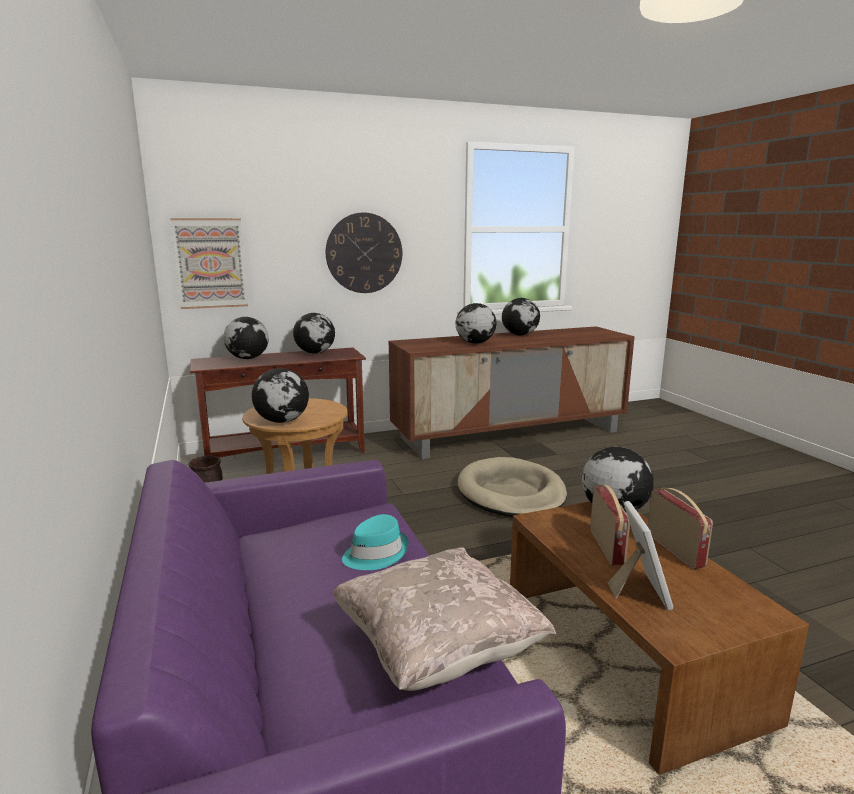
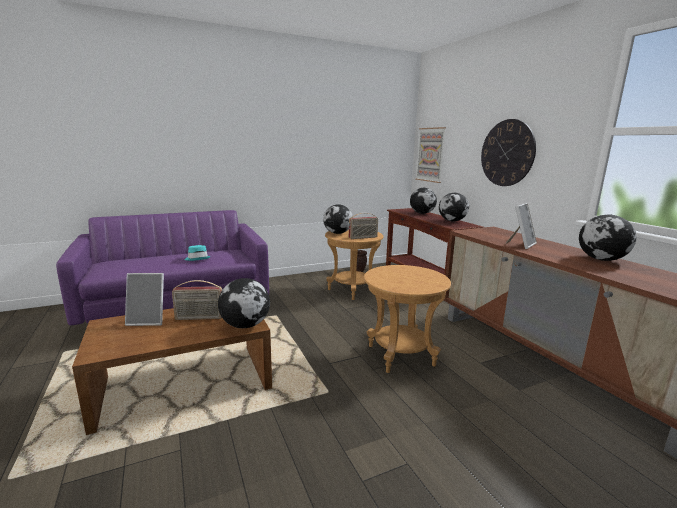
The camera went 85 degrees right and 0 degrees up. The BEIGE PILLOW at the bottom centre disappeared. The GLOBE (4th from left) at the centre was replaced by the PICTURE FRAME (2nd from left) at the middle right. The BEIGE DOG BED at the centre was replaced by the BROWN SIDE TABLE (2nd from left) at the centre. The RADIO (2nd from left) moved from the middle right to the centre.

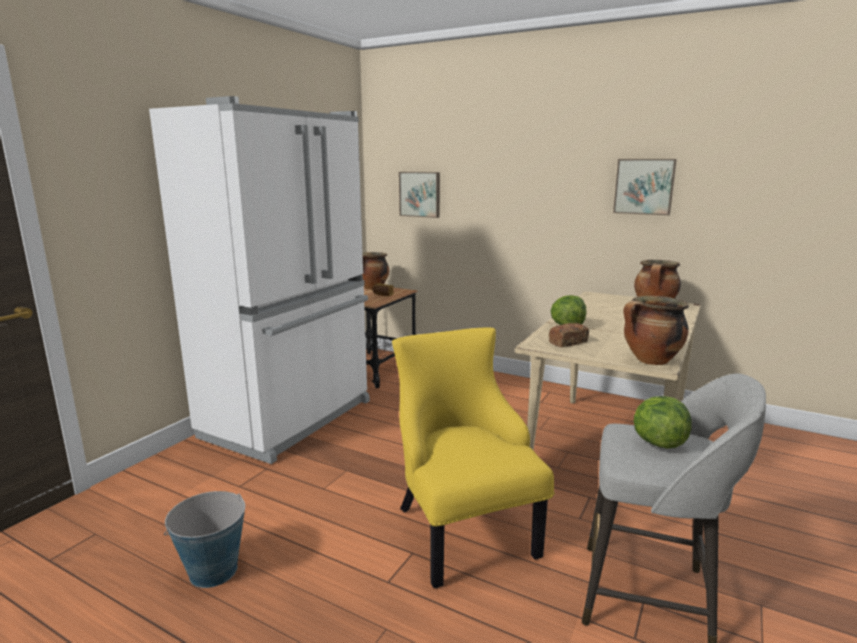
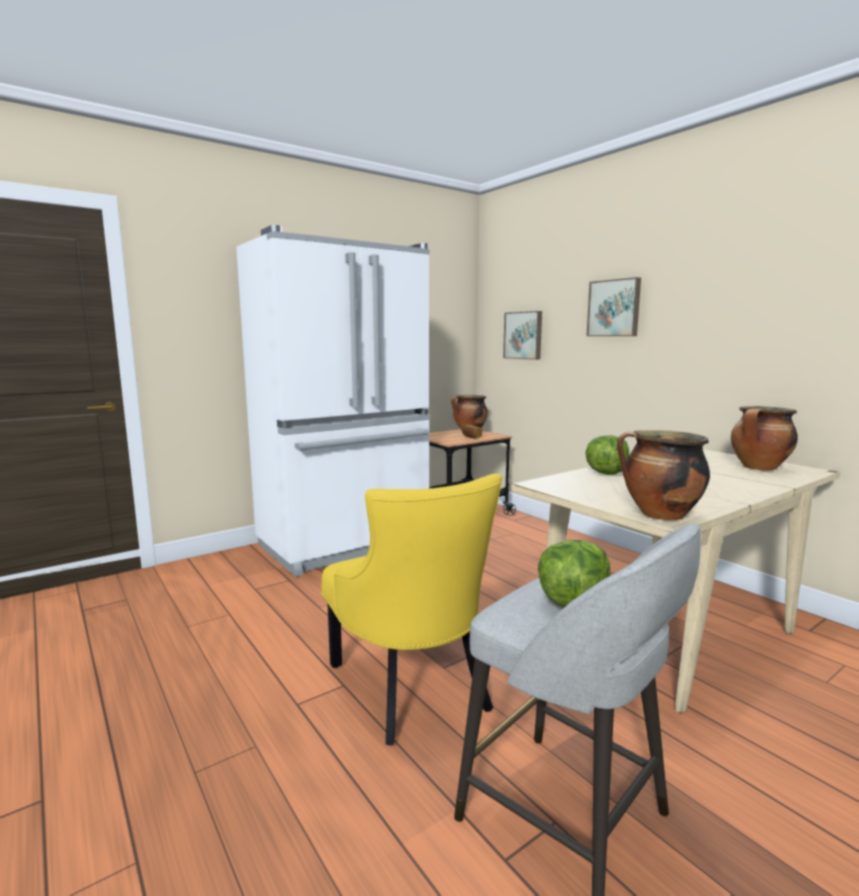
The camera went 25 degrees right and 5 degrees down. The BUCKET at the bottom left disappeared. The YELLOW CHAIR at the bottom centre turned 150 degrees clockwise. The BREAD (2nd from left) at the centre disappeared. The PICTURE (2nd from left) moved from the top right to the middle right.

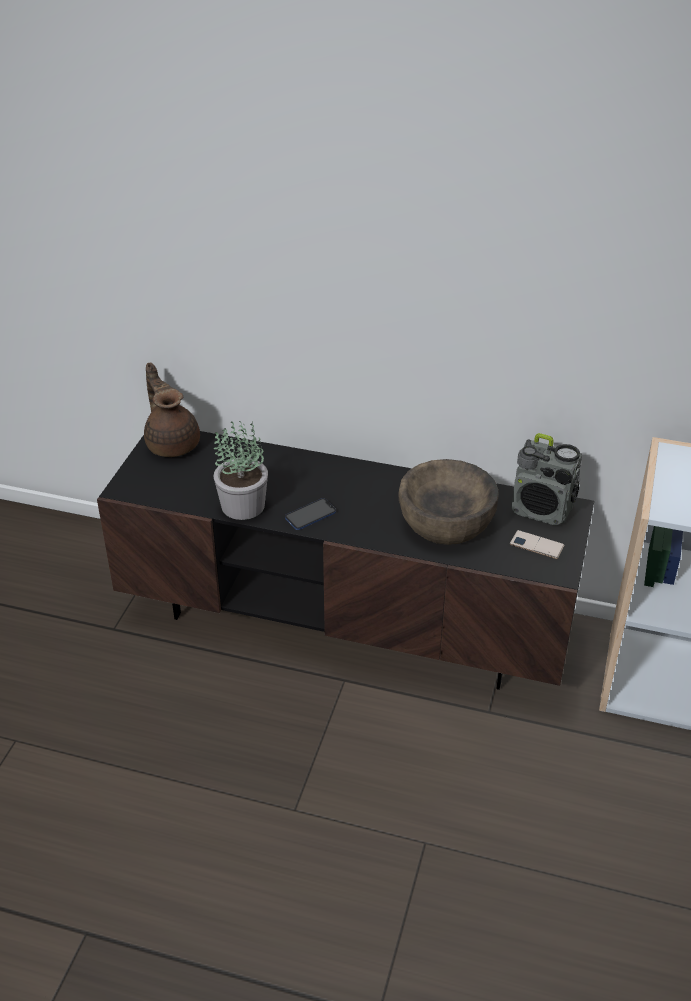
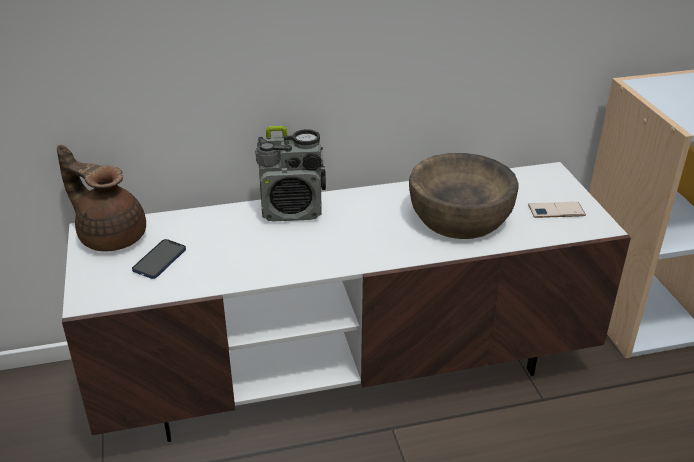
The camera went 30 degrees left and 5 degrees down. The BLACK TV STAND at the centre became the WHITE TV STAND at the centre. The POTTED PLANT at the centre disappeared. The PHONE (1st from left) moved from the centre to the middle left. The RADIO moved from the middle right to the centre.

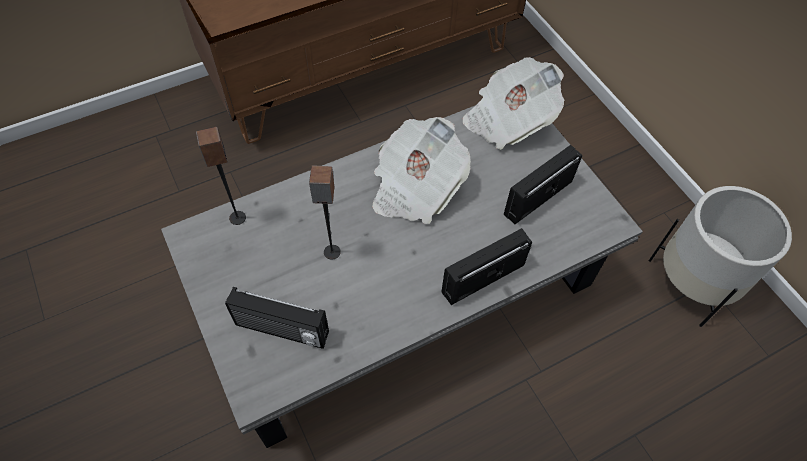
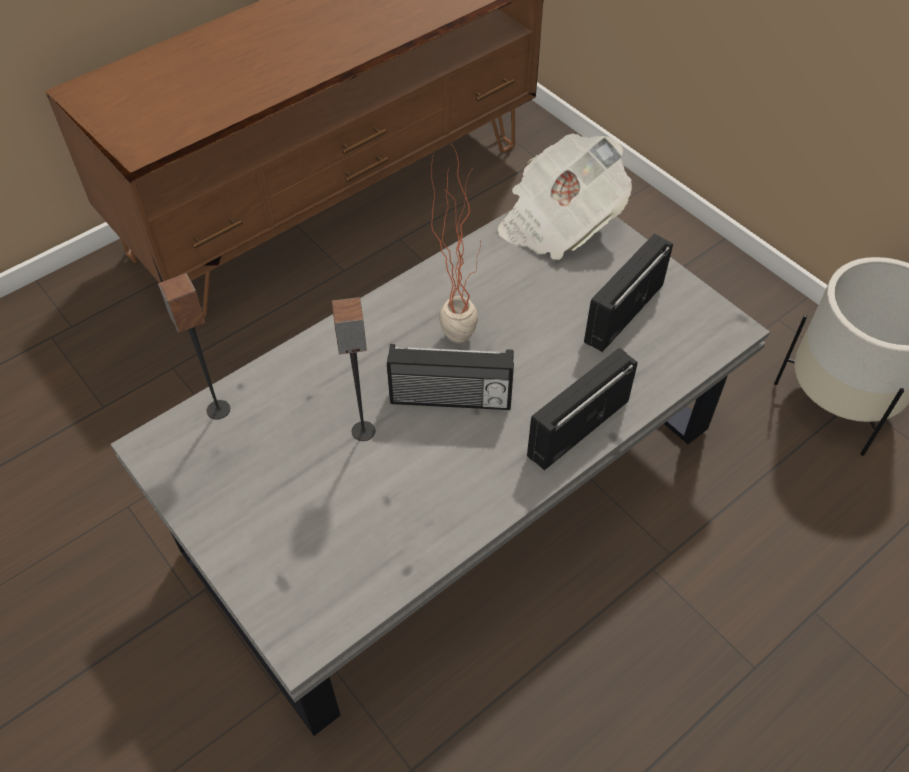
The camera went 10 degrees left and 5 degrees down. The RADIO (1st from left) moved from the bottom centre to the centre. The NEWSPAPER (1st from left) at the centre was replaced by the POTTED PLANT at the top centre.

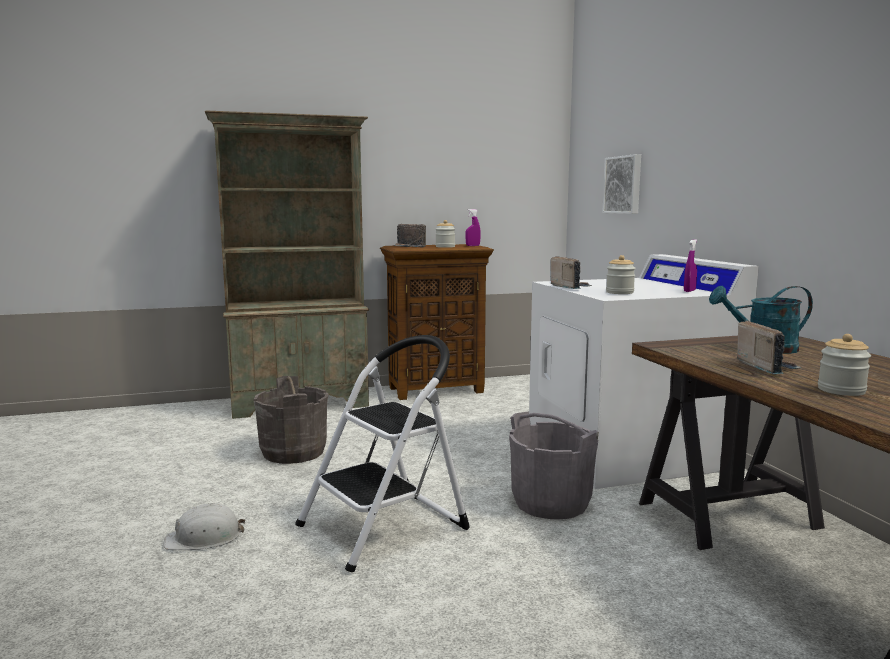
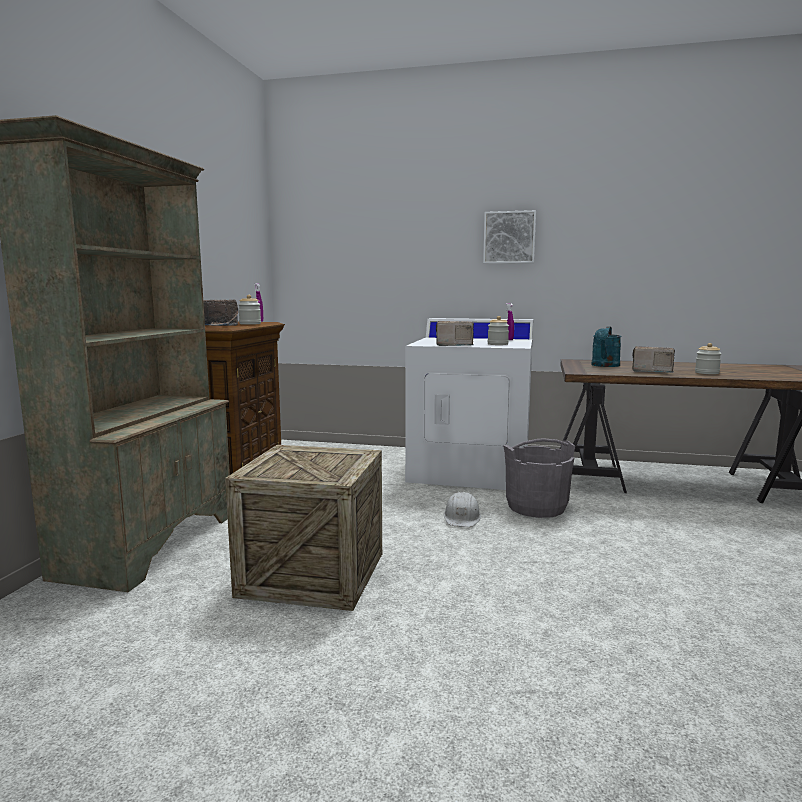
The camera went 60 degrees left and 0 degrees up. The WHITE HARD HAT moved from the bottom left to the centre. The GREY BUCKET (1st from left) at the middle left was replaced by the CRATE at the centre. The STEP LADDER at the bottom centre disappeared. The PICTURE moved from the top right to the top centre.

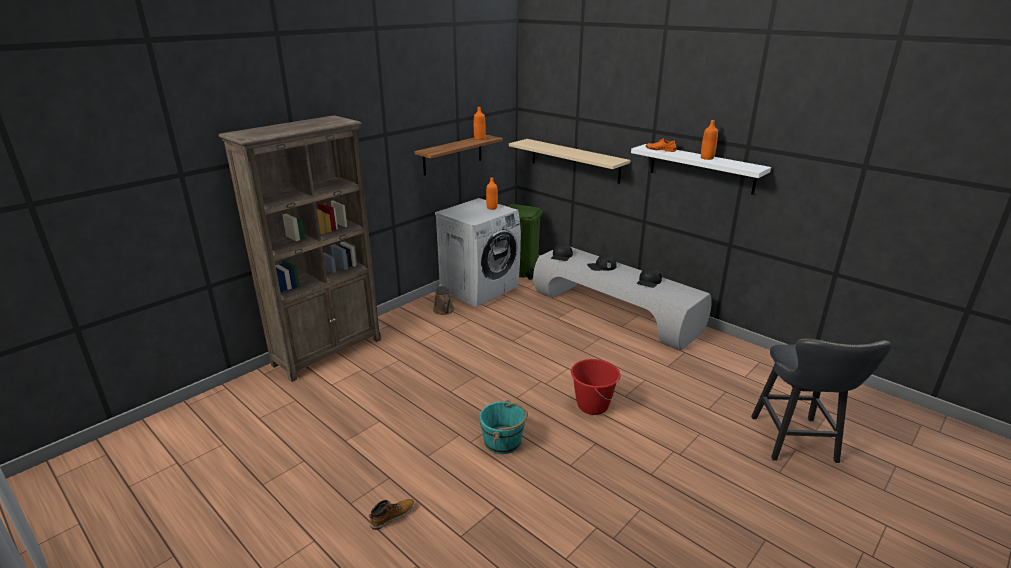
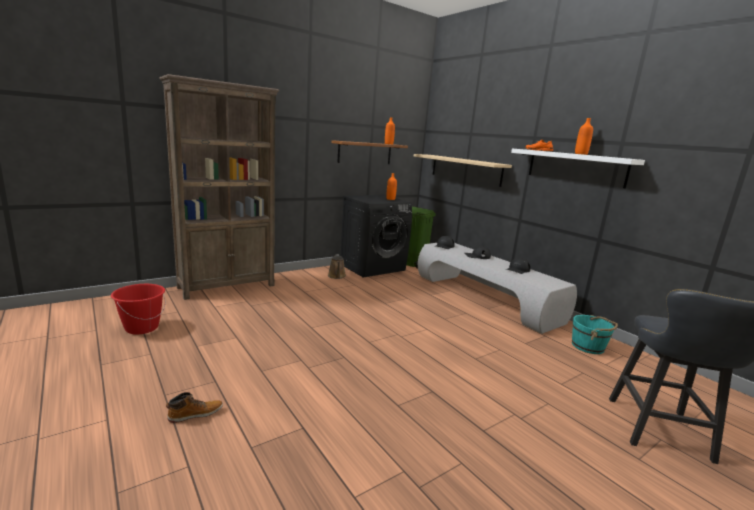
The camera went 10 degrees right and 10 degrees down. The WHITE WASHING MACHINE at the centre became the BLACK WASHING MACHINE at the centre. The TURQUOISE BUCKET moved from the bottom centre to the middle right. The RED BUCKET moved from the bottom centre to the middle left.

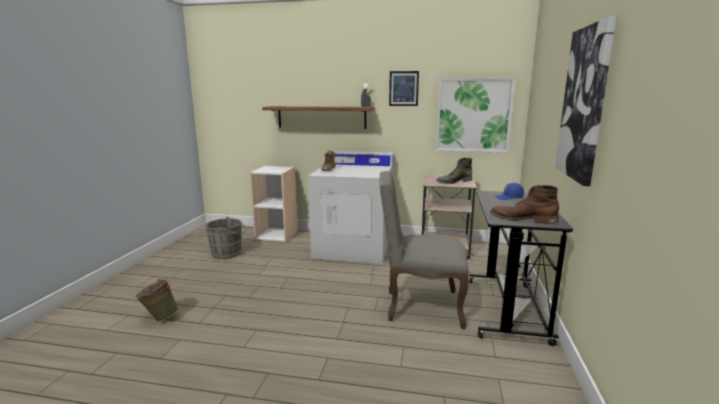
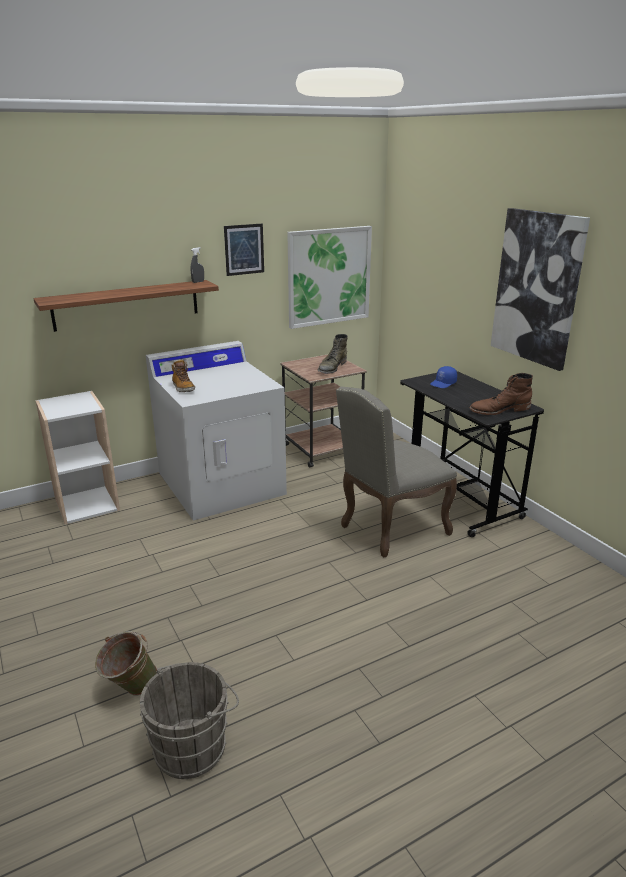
The camera went 40 degrees left and 10 degrees up. The GREY BUCKET moved from the middle left to the bottom left.

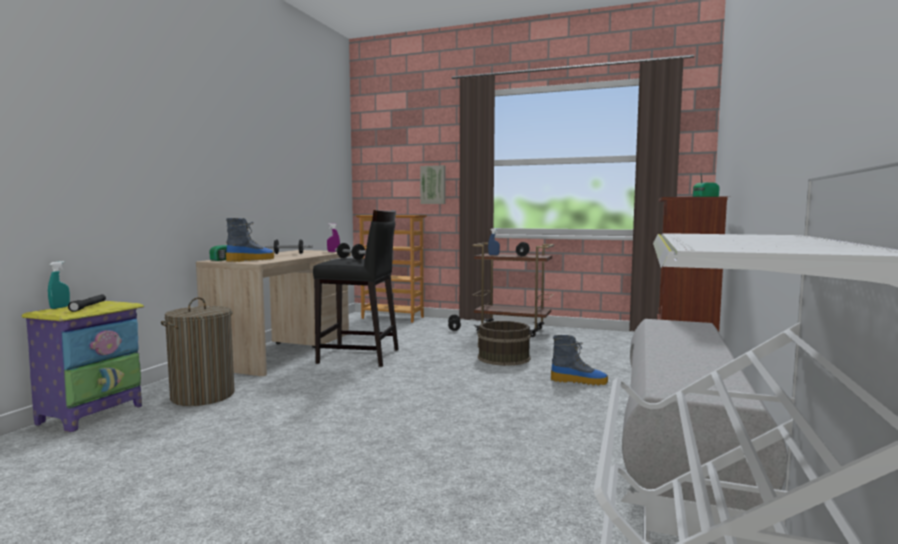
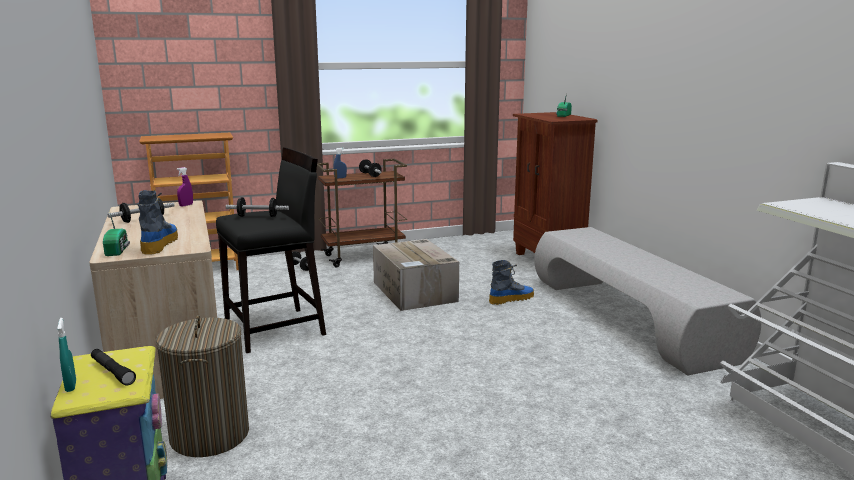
The camera went 40 degrees left and 10 degrees up. The PICTURE at the centre disappeared. The BROWN BUCKET at the centre was replaced by the CARDBOARD BOX at the centre.

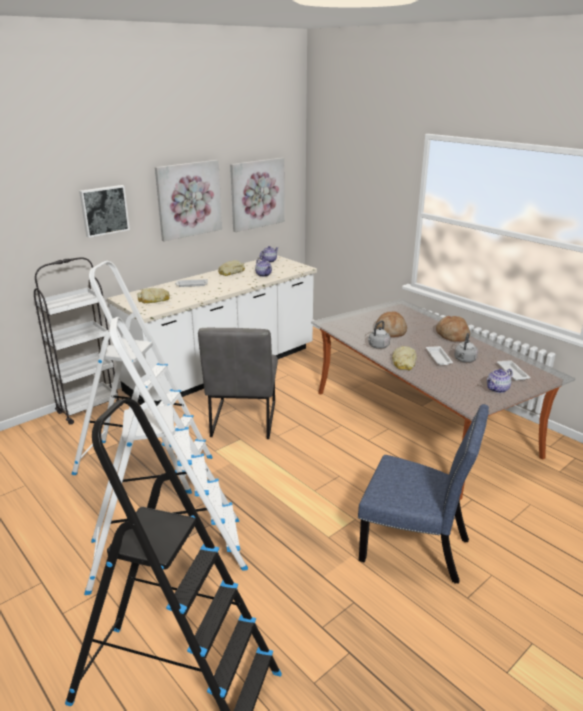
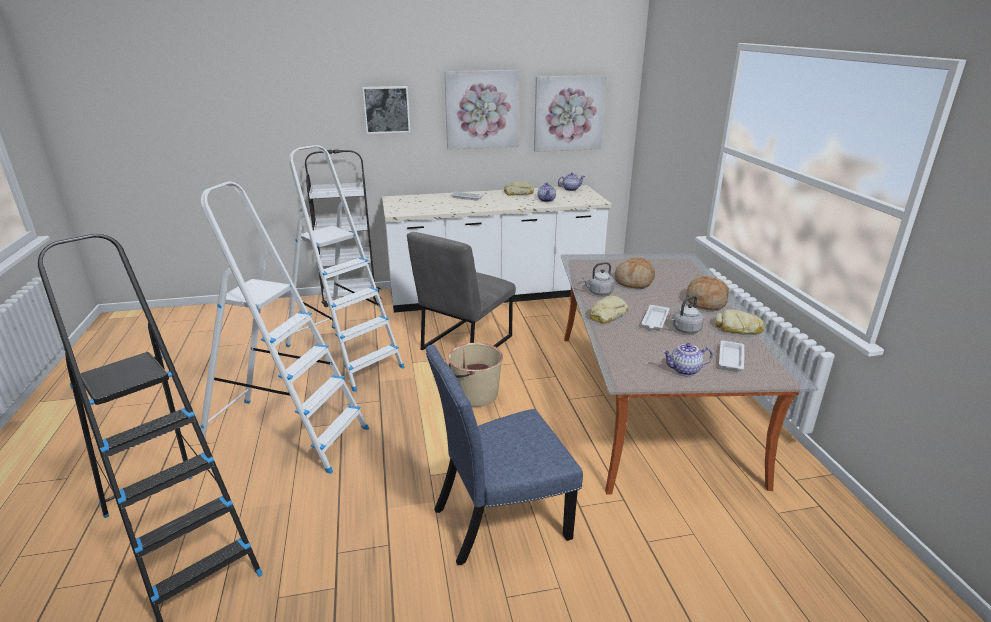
The camera went 30 degrees right and 0 degrees up. The BREAD (1st from left in the first image) moved from the middle left to the middle right. The BLUE CHAIR at the bottom right turned 105 degrees clockwise. The BEIGE BUCKET at the centre appeared.

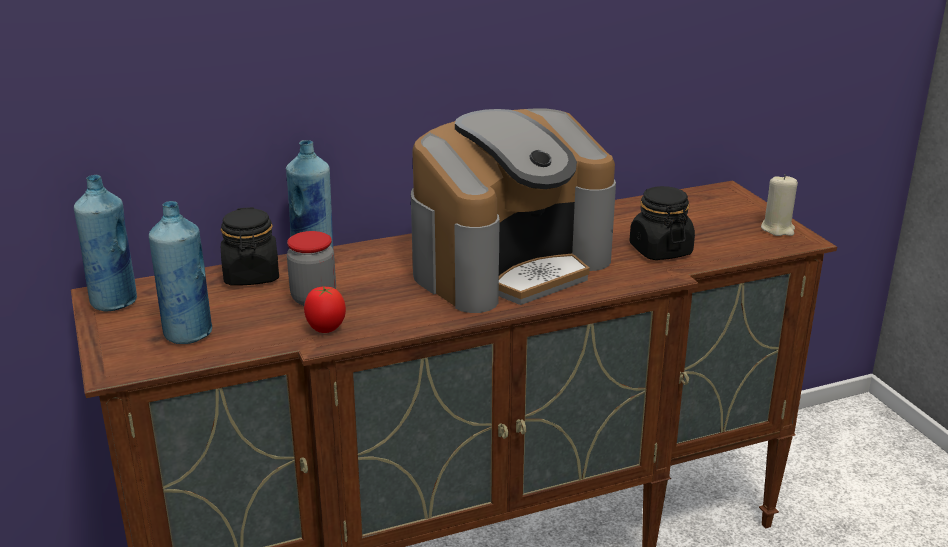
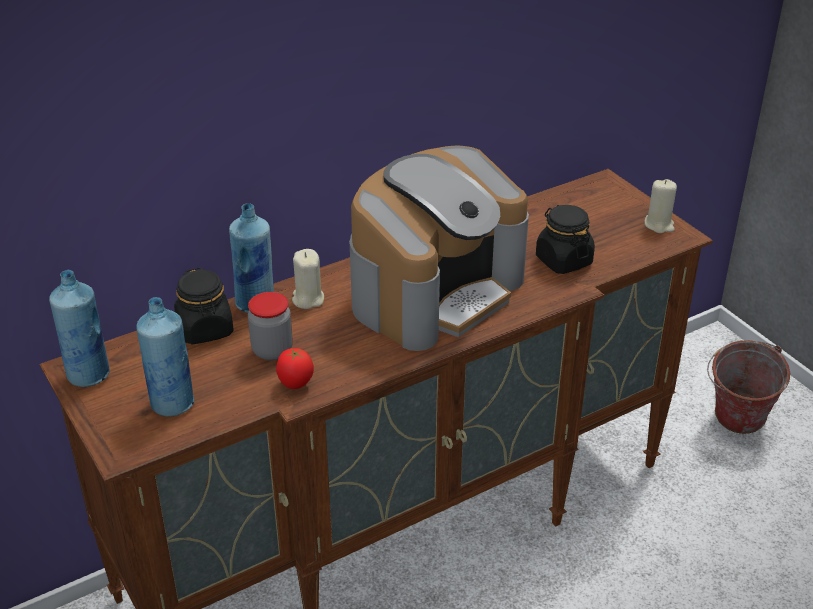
The camera went 10 degrees left and 10 degrees up. The BEIGE CANDLE (1st from left) at the centre appeared. The BUCKET at the middle right appeared.

